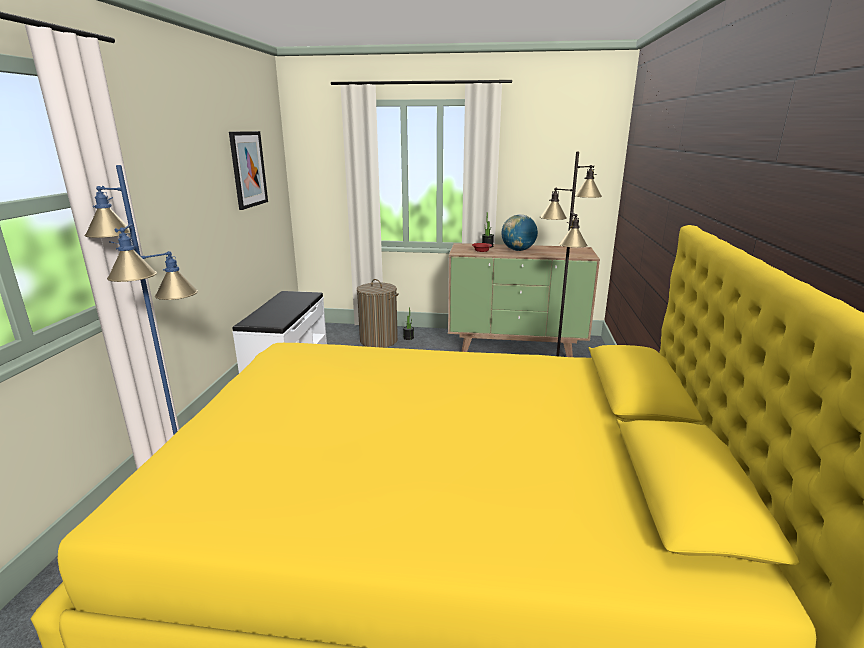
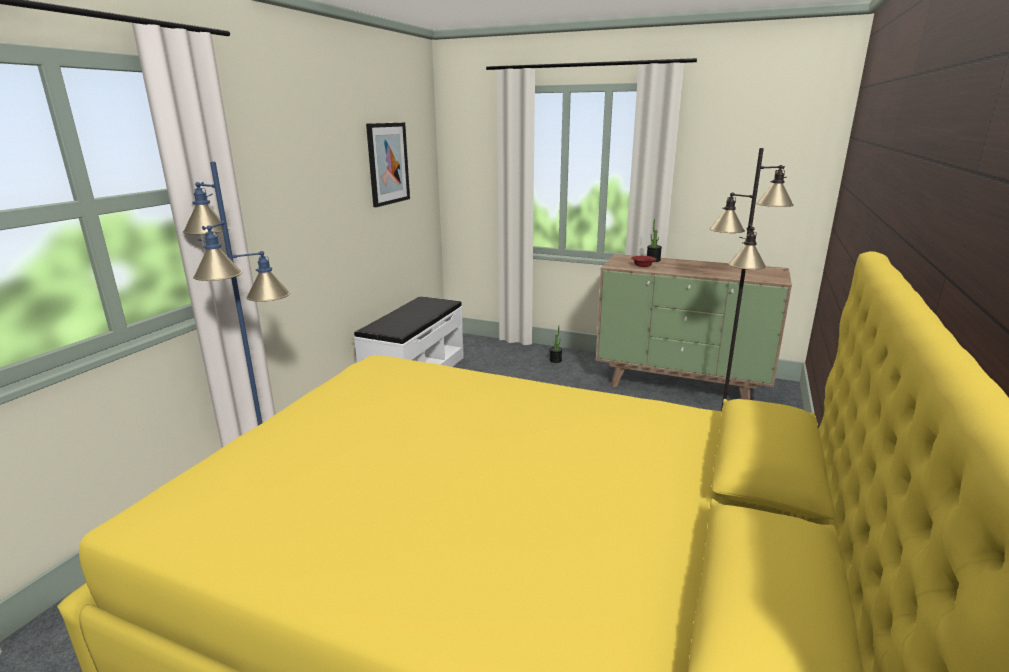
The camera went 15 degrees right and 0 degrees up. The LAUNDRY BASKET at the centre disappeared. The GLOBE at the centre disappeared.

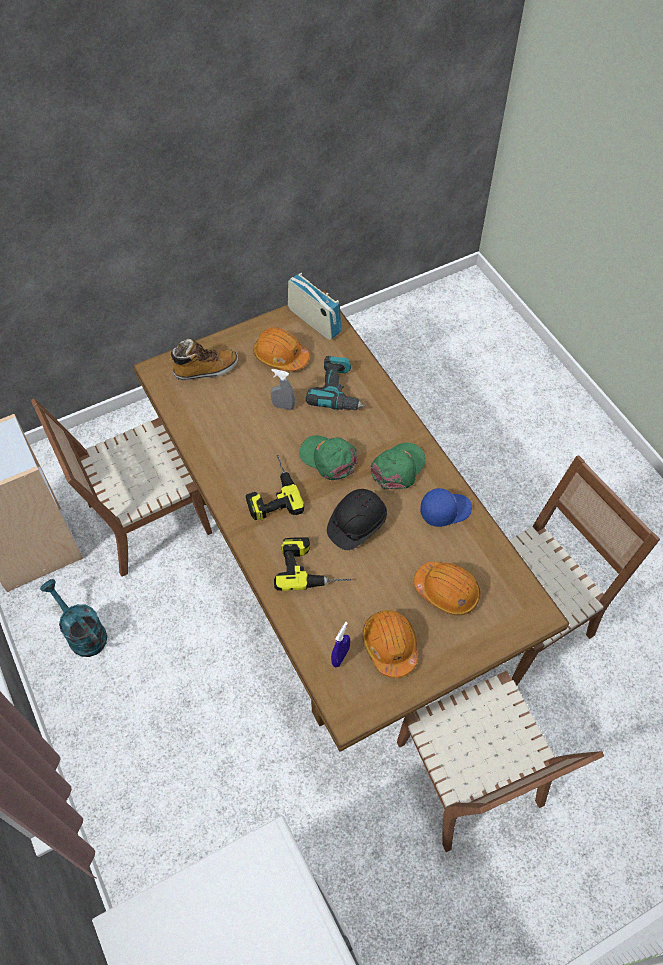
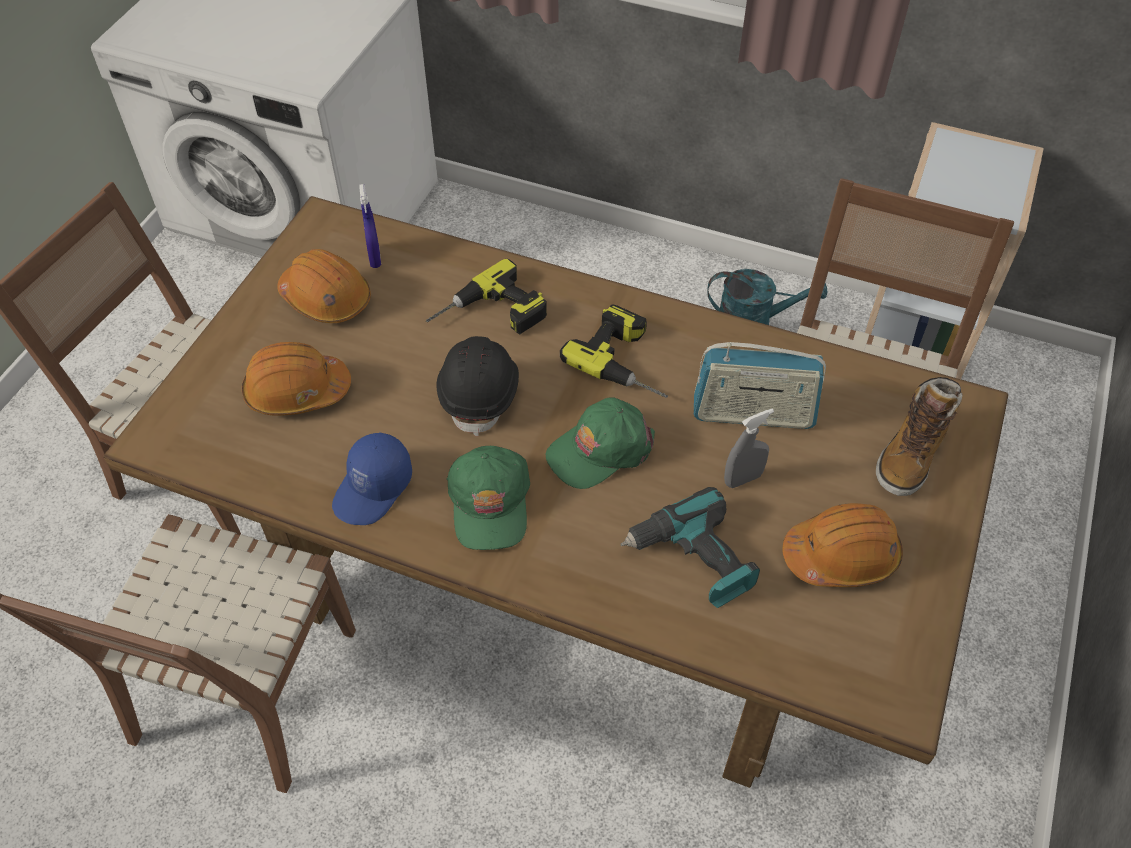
The camera went 140 degrees right and 5 degrees down. The RADIO moved from the top centre to the middle right. The GREEN CAP (1st from left in the first image) at the centre turned 150 degrees clockwise.

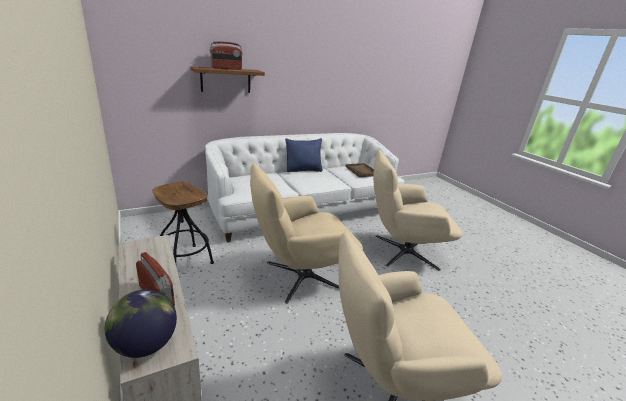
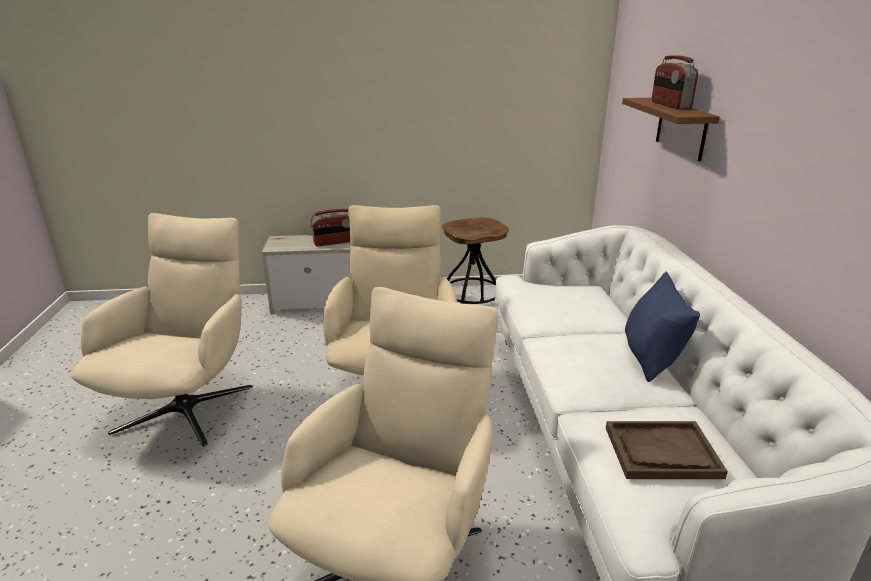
The camera went 115 degrees right and 0 degrees up. The GLOBE at the bottom left disappeared.

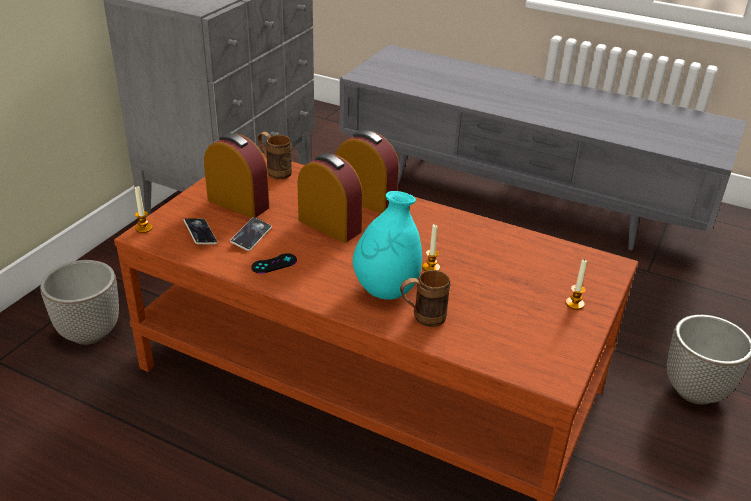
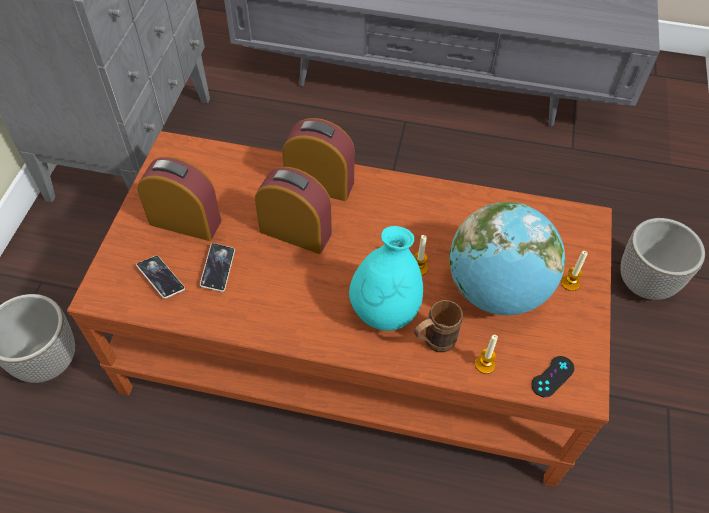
The camera went 15 degrees left and 20 degrees up. The CANDLE (1st from left in the first image) moved from the middle left to the bottom right. The BLACK GAME CONTROLLER moved from the centre to the bottom right. The BROWN MUG (1st from left) at the top centre disappeared. The GLOBE at the middle right appeared.

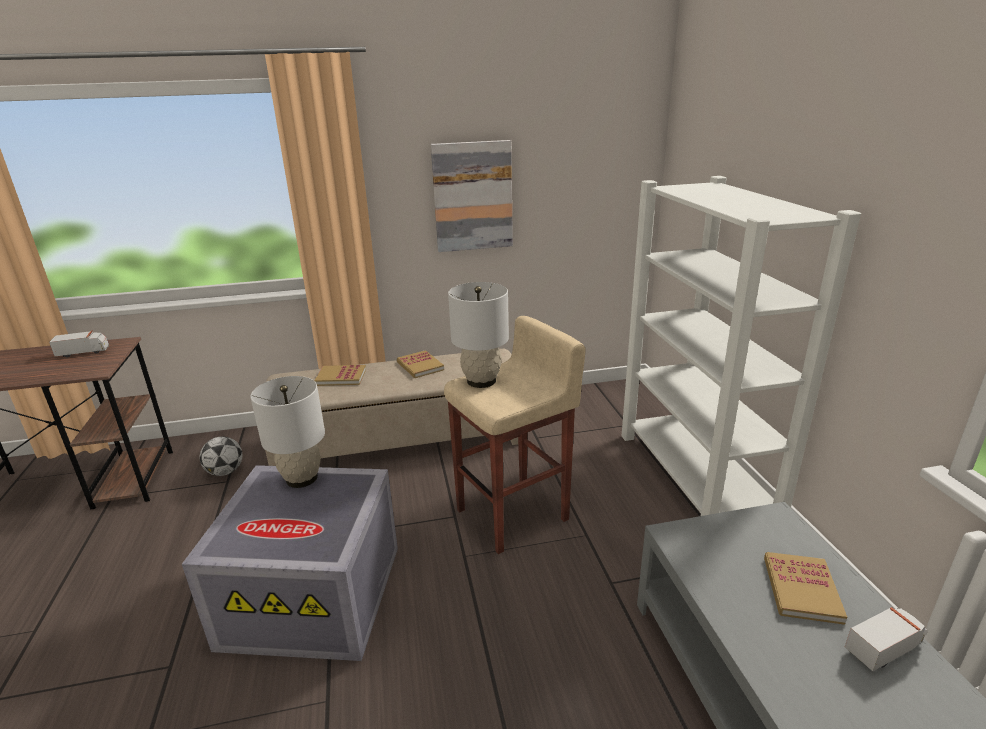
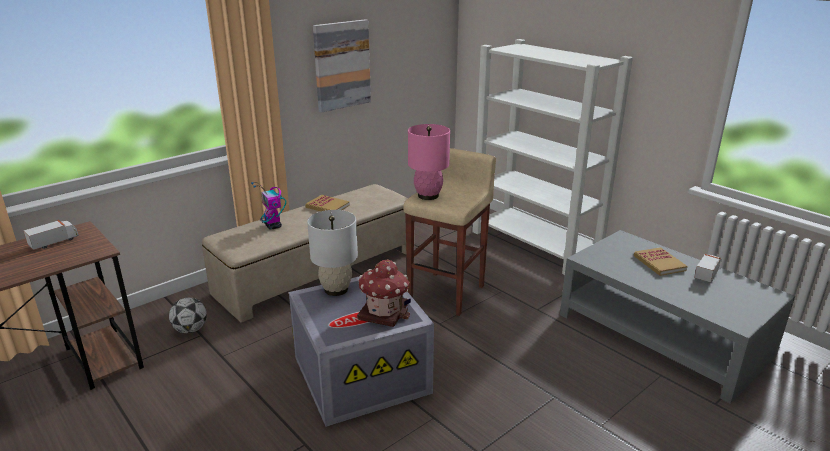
The camera went 30 degrees left and 0 degrees up. The BOOK (1st from left) at the centre was replaced by the TOY ROBOT at the middle left. The WHITE TABLE LAMP (2nd from left) at the centre became the PINK TABLE LAMP at the centre. The TOY HOUSE at the centre appeared.

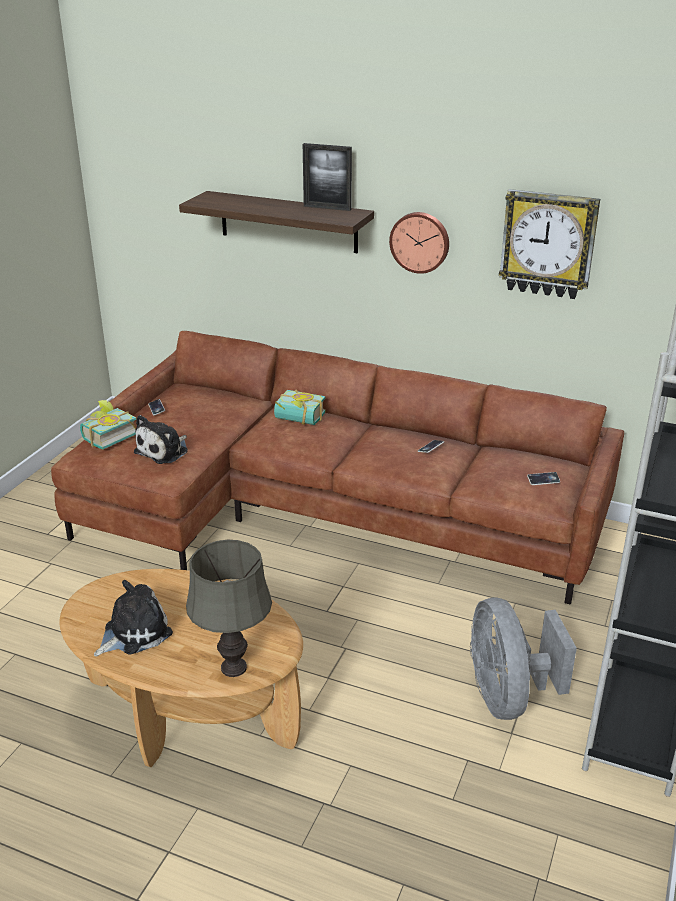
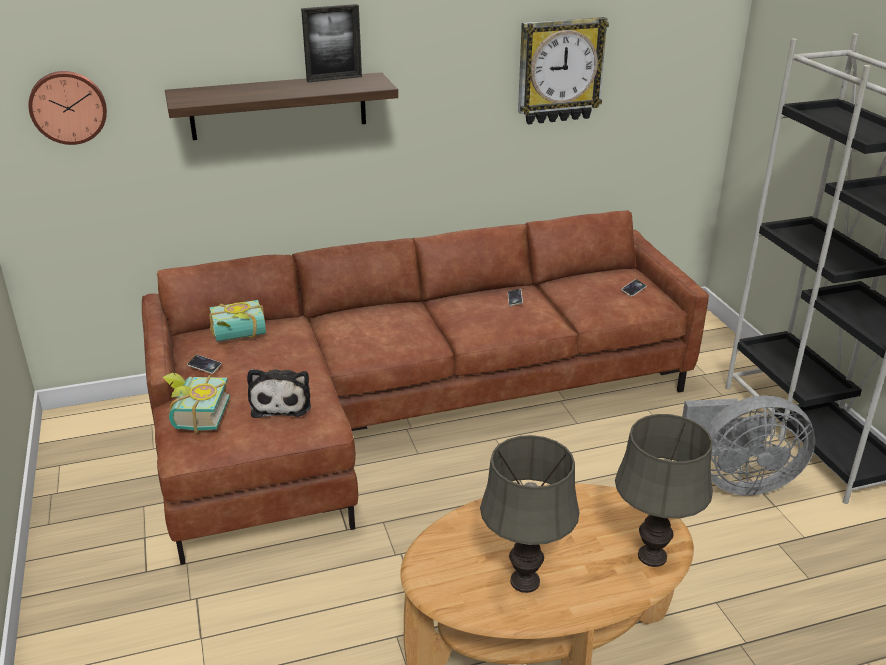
The camera went 40 degrees left and 0 degrees up. The PLUSH TOY (1st from left) at the bottom left was replaced by the GREY TABLE LAMP (1st from left) at the bottom centre. The BOOK (2nd from left) moved from the centre to the middle left. The WALL CLOCK (1st from left) moved from the top centre to the top left. The GREY FAN at the bottom right turned 45 degrees counterclockwise.

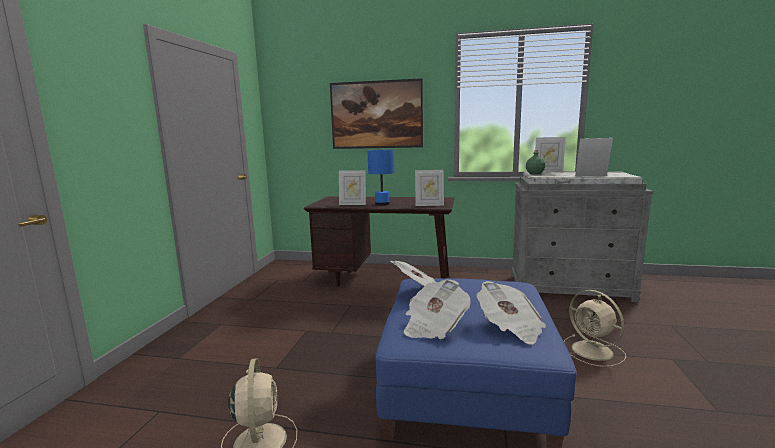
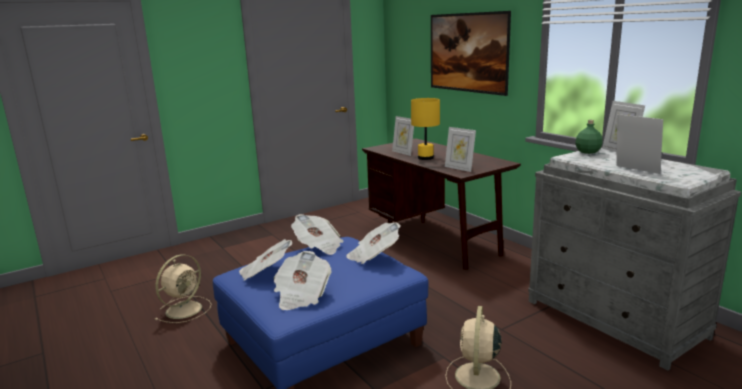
The camera went 45 degrees right and 5 degrees up. The BLUE TABLE LAMP at the centre became the YELLOW TABLE LAMP at the top centre. The NEWSPAPER (4th from left) at the centre appeared.

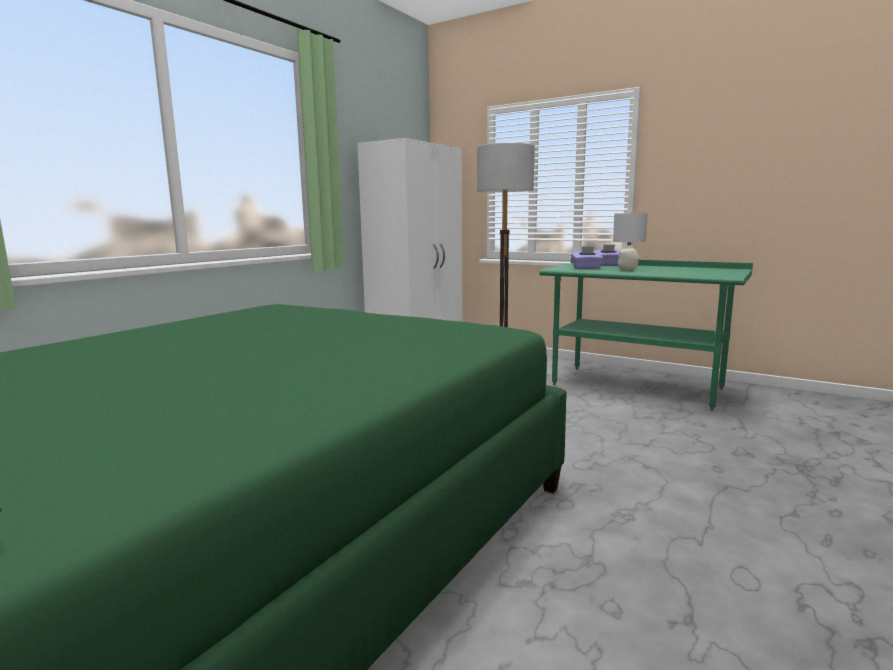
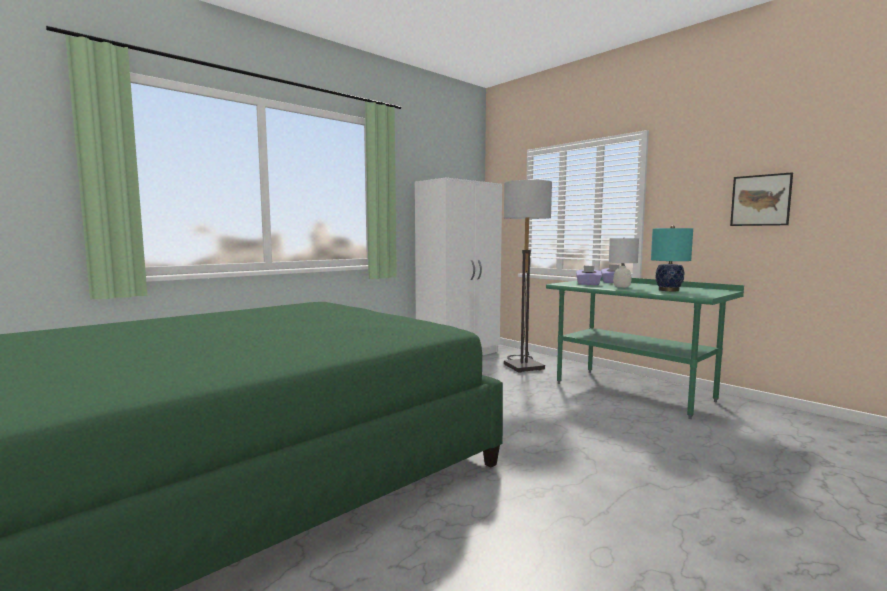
The camera went 15 degrees right and 5 degrees down. The TURQUOISE TABLE LAMP at the middle right appeared. The PICTURE at the middle right appeared.

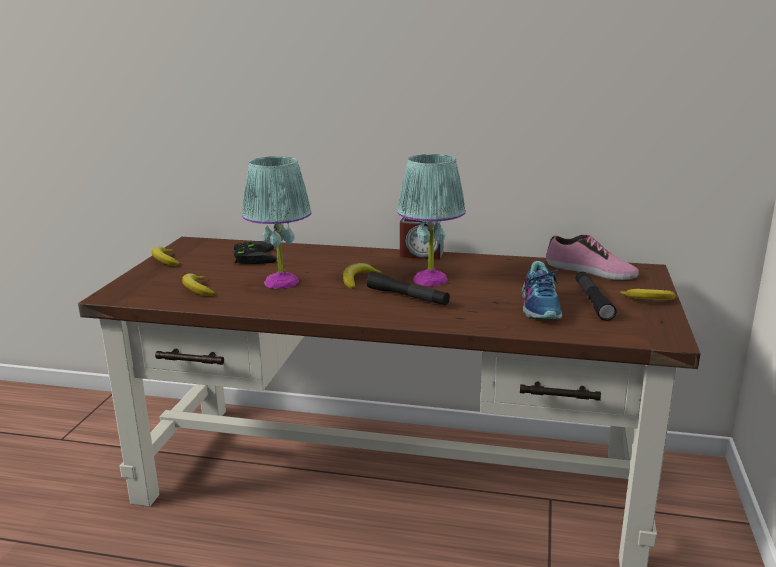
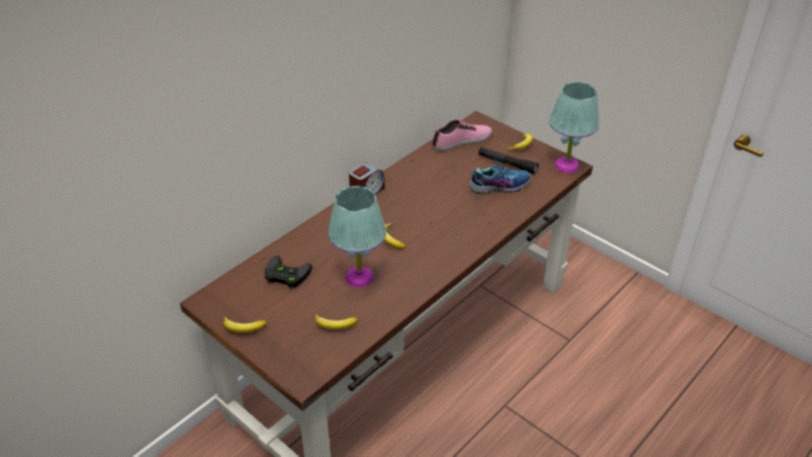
The camera went 60 degrees left and 20 degrees up. The BLACK FLASHLIGHT (1st from left) at the centre disappeared. The TURQUOISE TABLE LAMP (2nd from left) moved from the centre to the top right. The SHOE (1st from left in the first image) at the middle right turned 45 degrees counterclockwise.

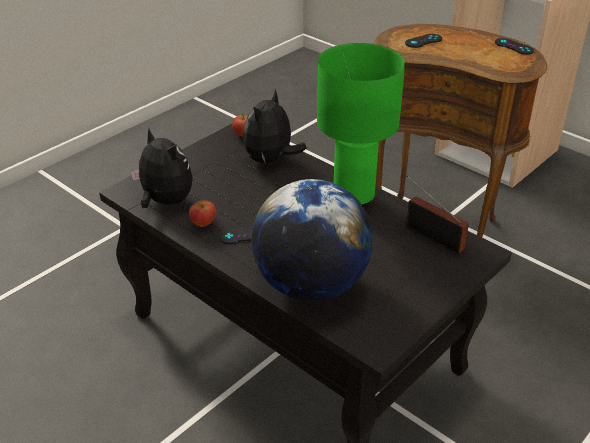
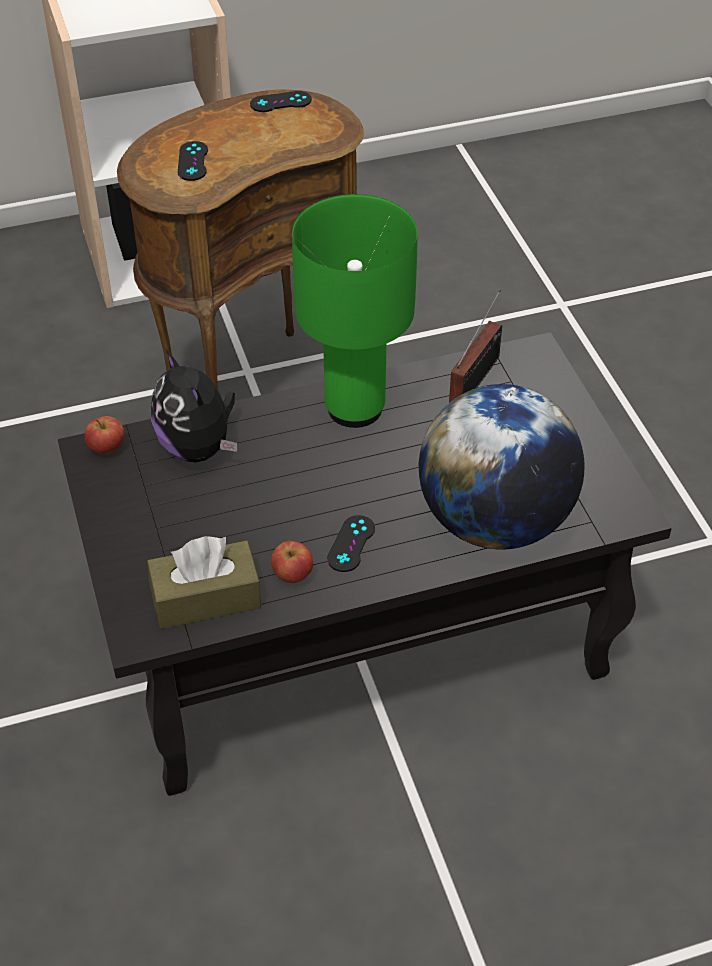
The camera went 60 degrees left and 10 degrees up. The PLUSH TOY (1st from left) at the middle left was replaced by the BROWN TISSUE BOX at the middle left. The RADIO at the middle right turned 135 degrees clockwise.

